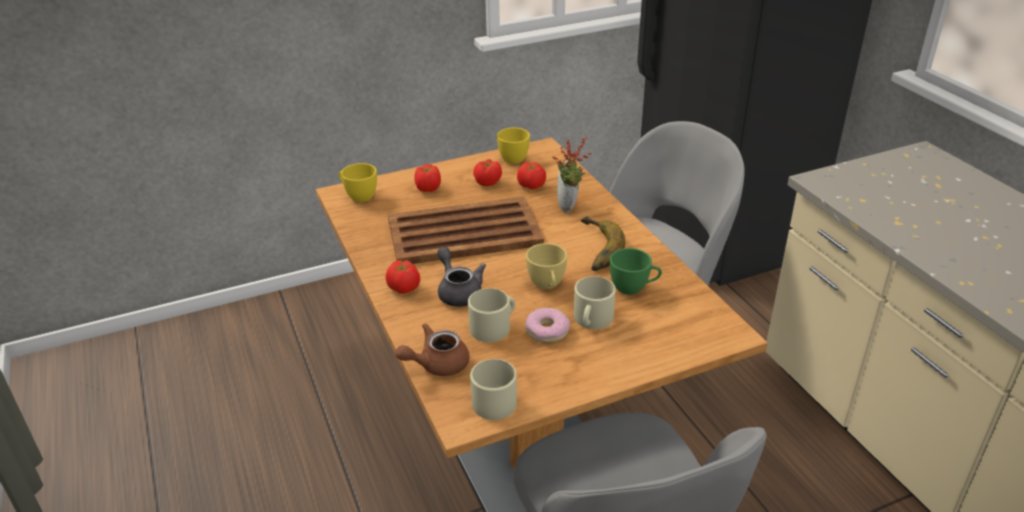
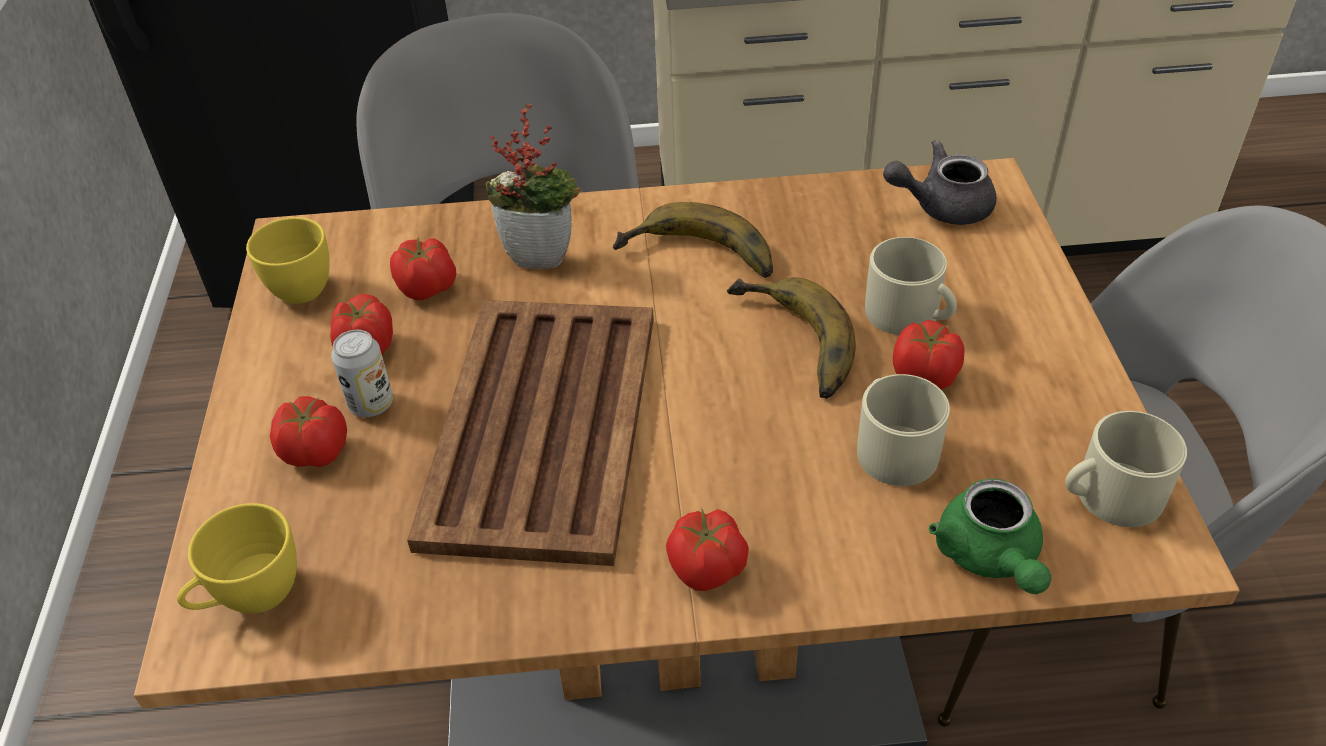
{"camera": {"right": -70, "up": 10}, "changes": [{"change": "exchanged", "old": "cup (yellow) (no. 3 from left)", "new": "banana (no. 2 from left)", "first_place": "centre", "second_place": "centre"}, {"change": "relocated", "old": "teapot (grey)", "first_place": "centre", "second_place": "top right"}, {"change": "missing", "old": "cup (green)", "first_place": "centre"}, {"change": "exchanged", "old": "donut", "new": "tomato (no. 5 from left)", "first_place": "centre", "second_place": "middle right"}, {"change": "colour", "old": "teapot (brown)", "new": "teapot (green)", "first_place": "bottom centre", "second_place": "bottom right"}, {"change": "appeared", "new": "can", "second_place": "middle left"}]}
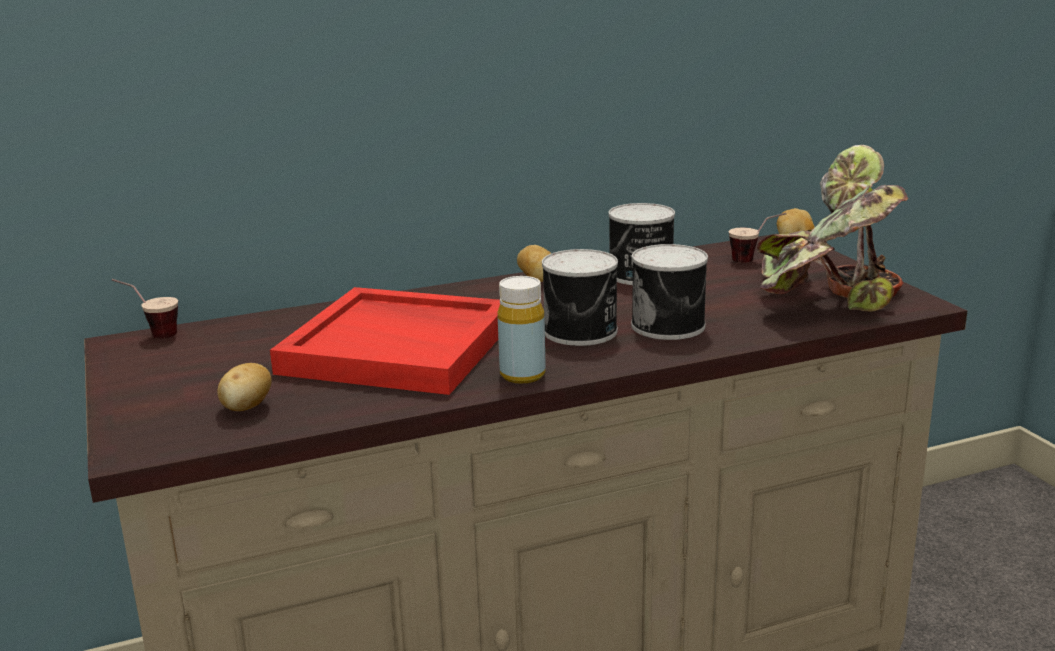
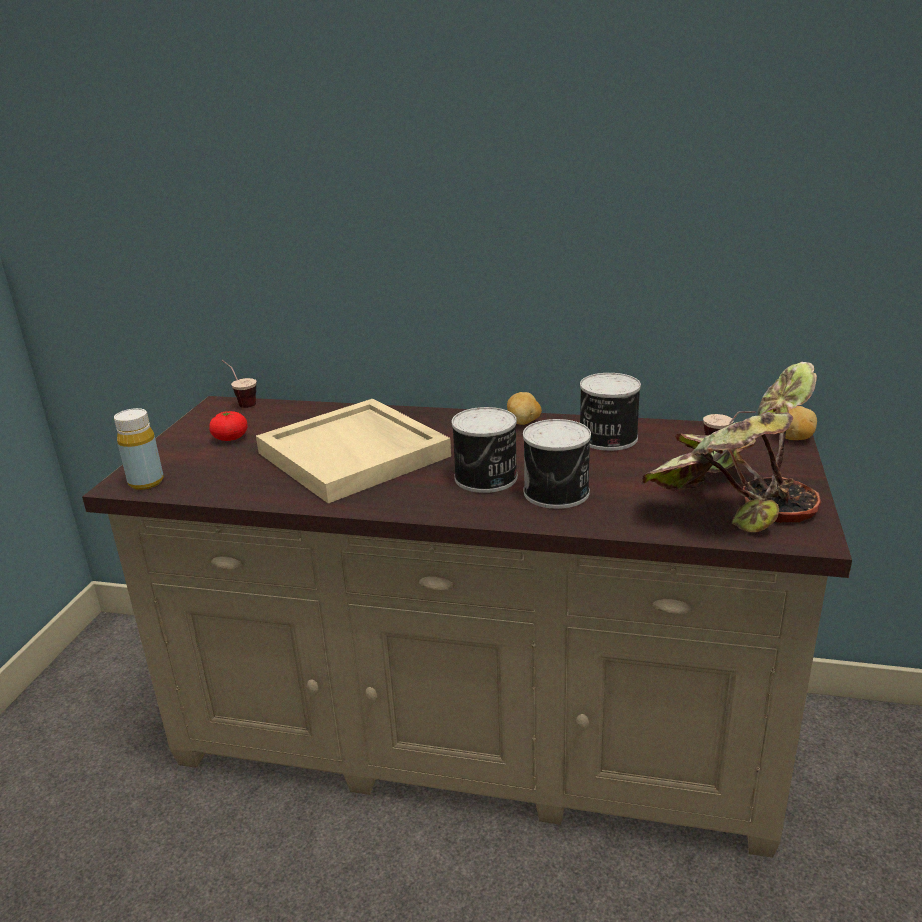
{"camera": {"right": 35, "up": 5}, "changes": [{"change": "relocated", "old": "bottle (yellow)", "first_place": "centre", "second_place": "middle left"}, {"change": "colour", "old": "tray (red)", "new": "tray (beige)", "first_place": "centre", "second_place": "centre"}, {"change": "missing", "old": "potato (no. 1 from left)", "first_place": "middle left"}, {"change": "appeared", "new": "tomato", "second_place": "middle left"}]}
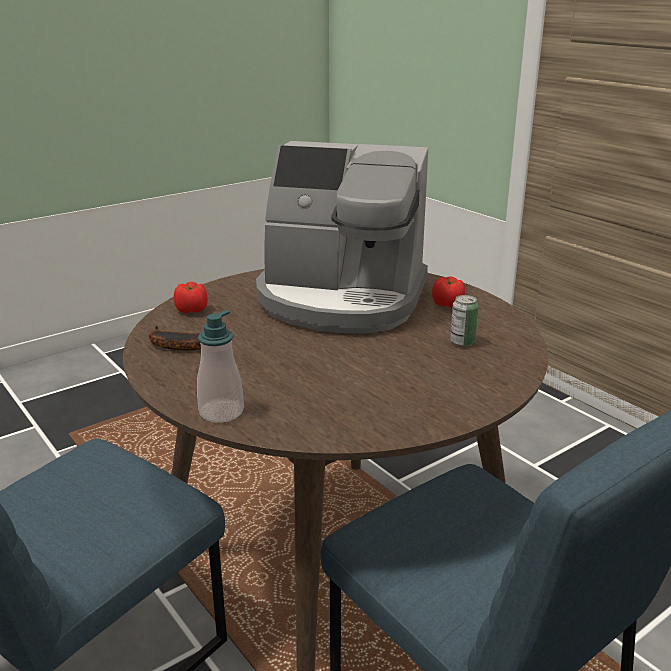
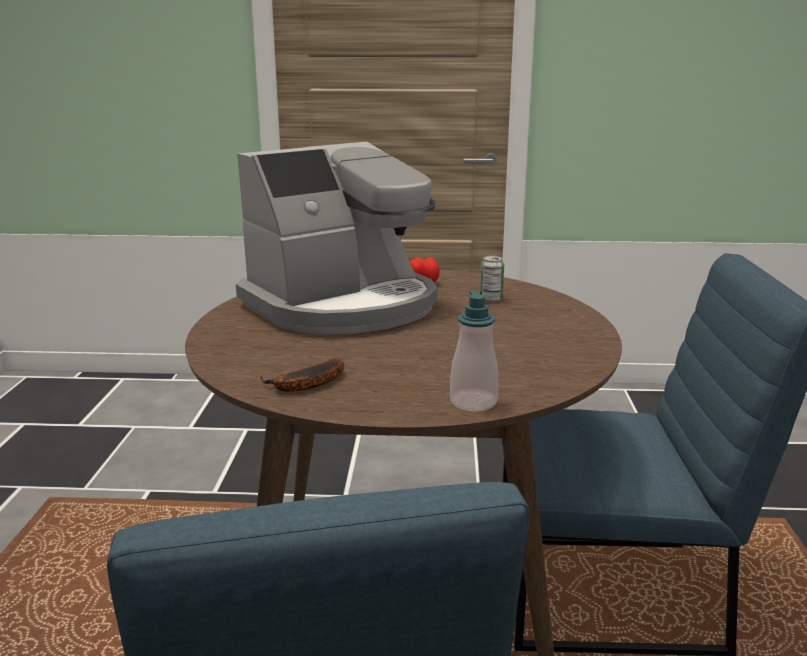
{"camera": {"right": -50, "up": -5}, "changes": [{"change": "missing", "old": "tomato (no. 1 from left)", "first_place": "middle left"}]}
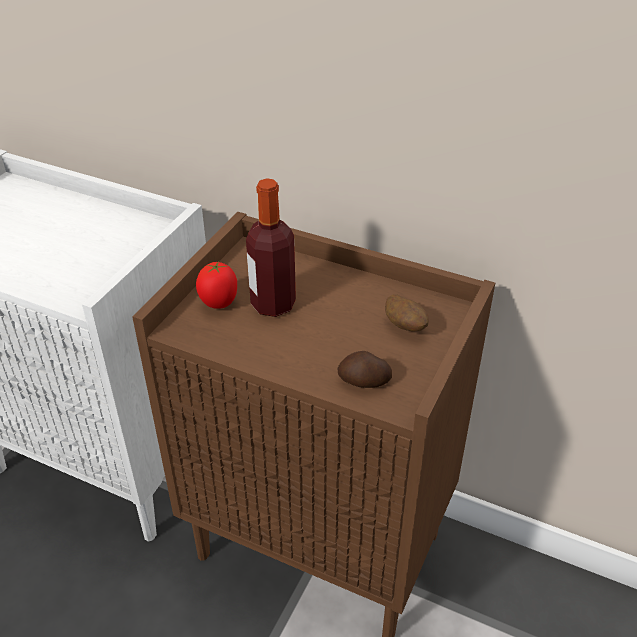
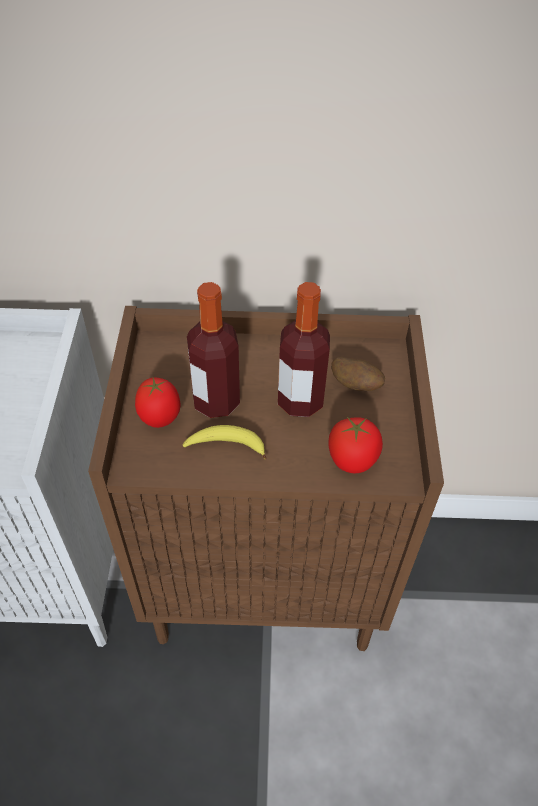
{"camera": {"right": -25, "up": 10}, "changes": [{"change": "exchanged", "old": "potato (no. 1 from left)", "new": "tomato (no. 2 from left)", "first_place": "centre", "second_place": "centre"}, {"change": "appeared", "new": "bottle (no. 2 from left)", "second_place": "centre"}, {"change": "appeared", "new": "banana", "second_place": "centre"}]}
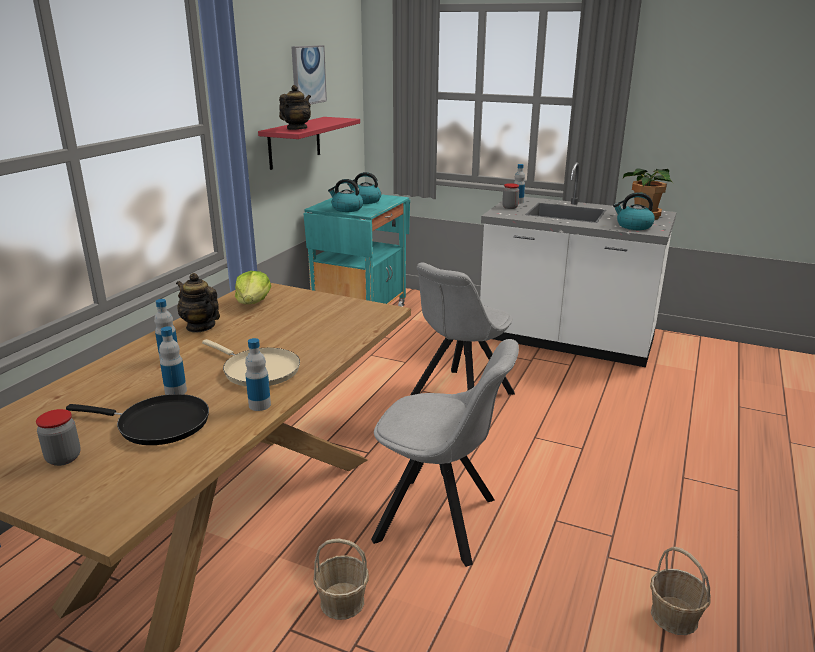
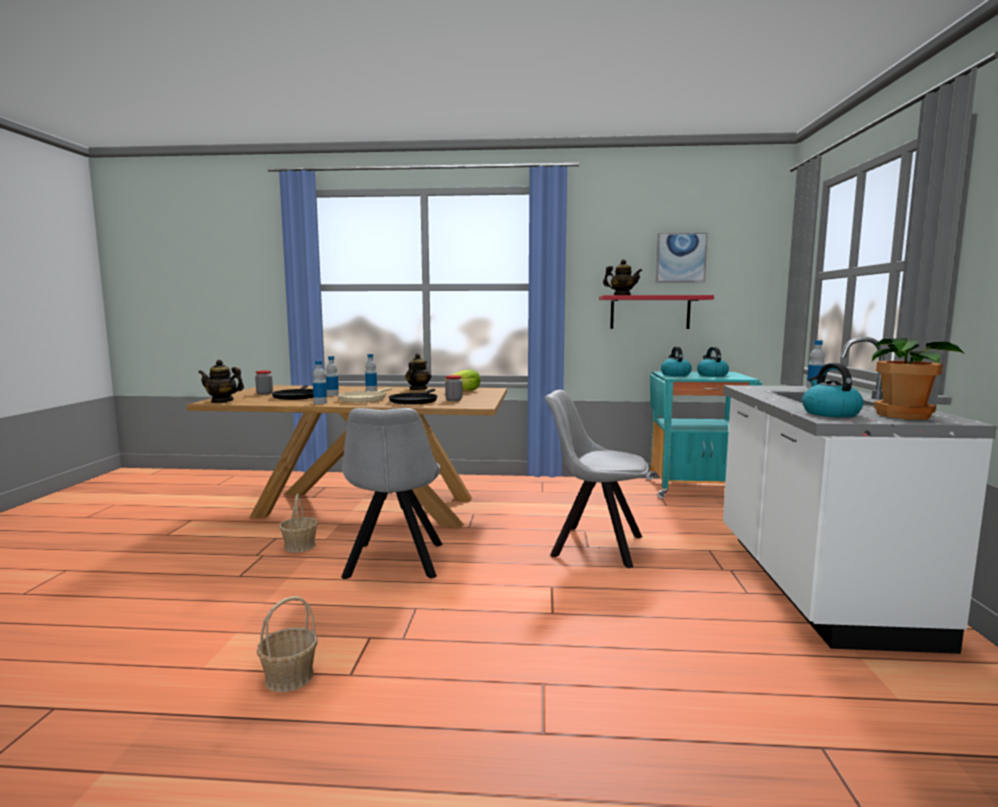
{"camera": {"right": 70, "up": -15}, "changes": [{"change": "relocated", "old": "jar (no. 2 from left)", "first_place": "top centre", "second_place": "centre"}, {"change": "appeared", "new": "teapot (no. 1 from left)", "second_place": "middle left"}, {"change": "appeared", "new": "frying pan (black) (no. 2 from left)", "second_place": "centre"}]}
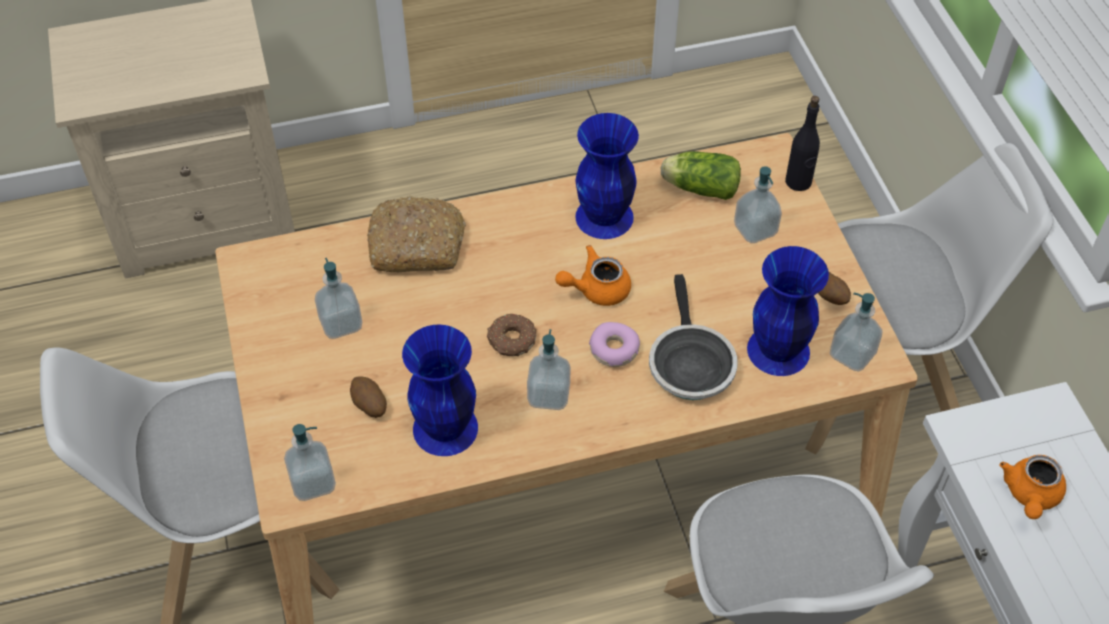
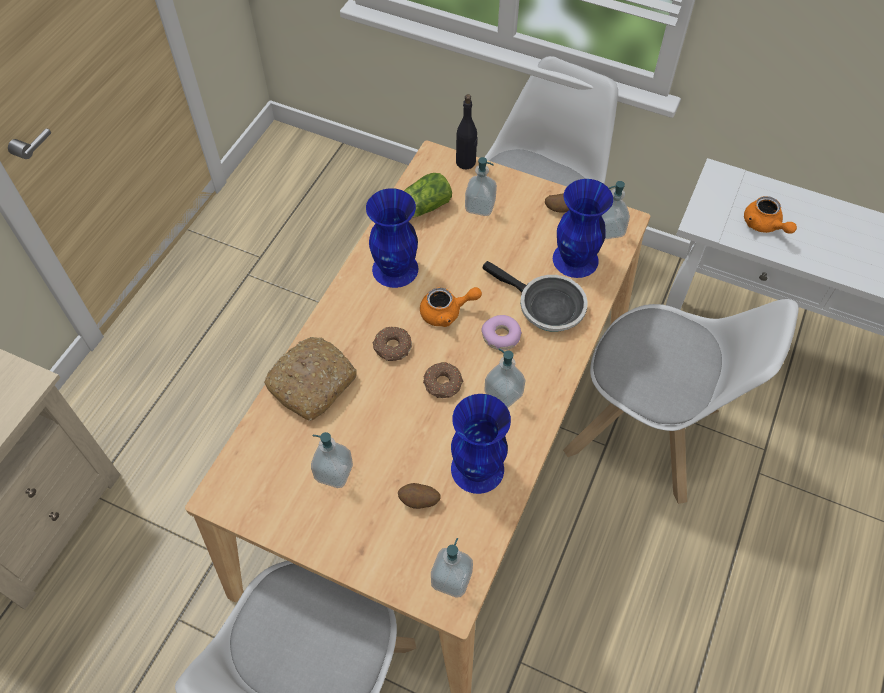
{"camera": {"right": -50, "up": 5}, "changes": [{"change": "spun", "old": "teapot (orange) (no. 1 from left)", "first_place": "centre", "second_place": "centre", "degrees": -120}, {"change": "appeared", "new": "donut (no. 1 from left)", "second_place": "centre"}]}
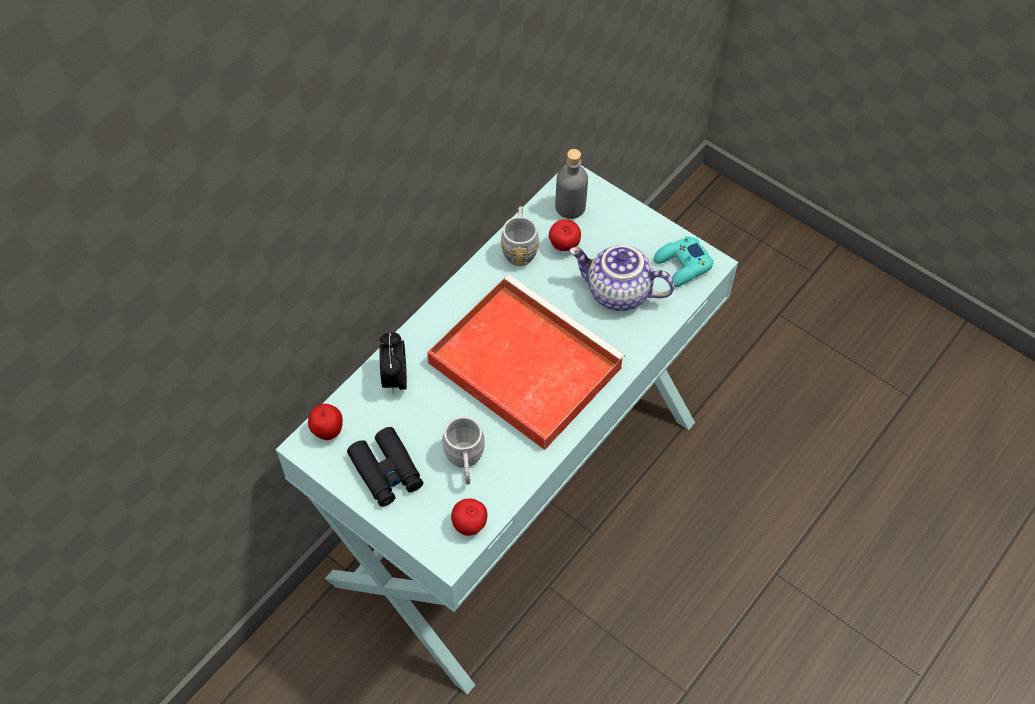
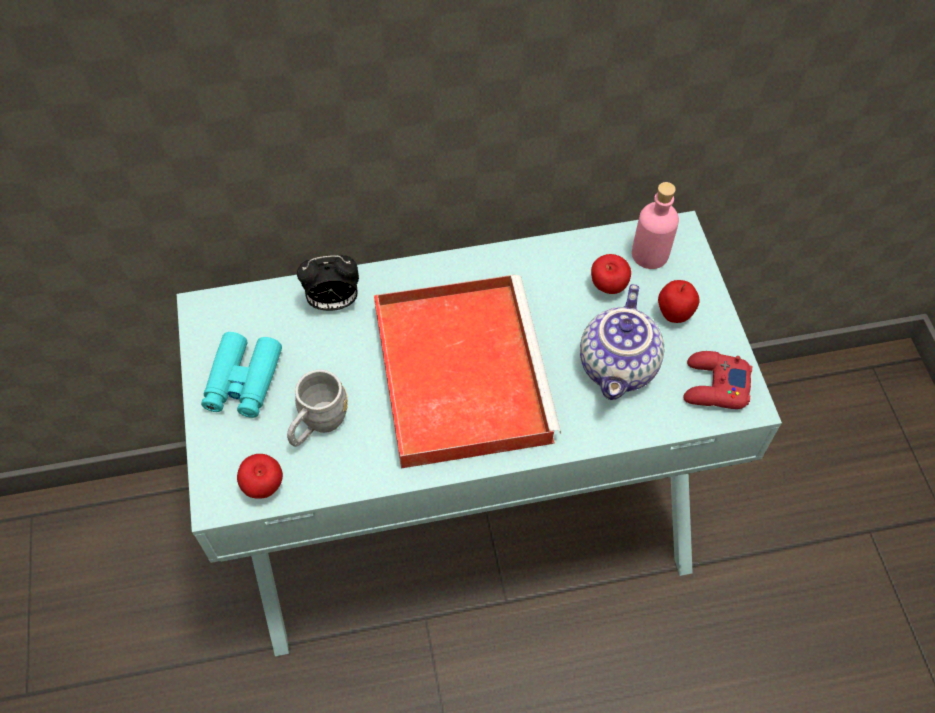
{"camera": {"right": 40, "up": 0}, "changes": [{"change": "colour", "old": "bottle (grey)", "new": "bottle (pink)", "first_place": "top centre", "second_place": "top right"}, {"change": "missing", "old": "mug (grey) (no. 2 from left)", "first_place": "centre"}, {"change": "colour", "old": "game controller (turquoise)", "new": "game controller (red)", "first_place": "centre", "second_place": "middle right"}, {"change": "spun", "old": "teapot", "first_place": "centre", "second_place": "centre", "degrees": -135}, {"change": "spun", "old": "alarm clock", "first_place": "centre", "second_place": "centre", "degrees": -135}, {"change": "relocated", "old": "apple (no. 1 from left in the first image)", "new": "apple (no. 3 from left)", "first_place": "middle left", "second_place": "middle right"}, {"change": "colour", "old": "binoculars (black)", "new": "binoculars (turquoise)", "first_place": "centre", "second_place": "middle left"}]}
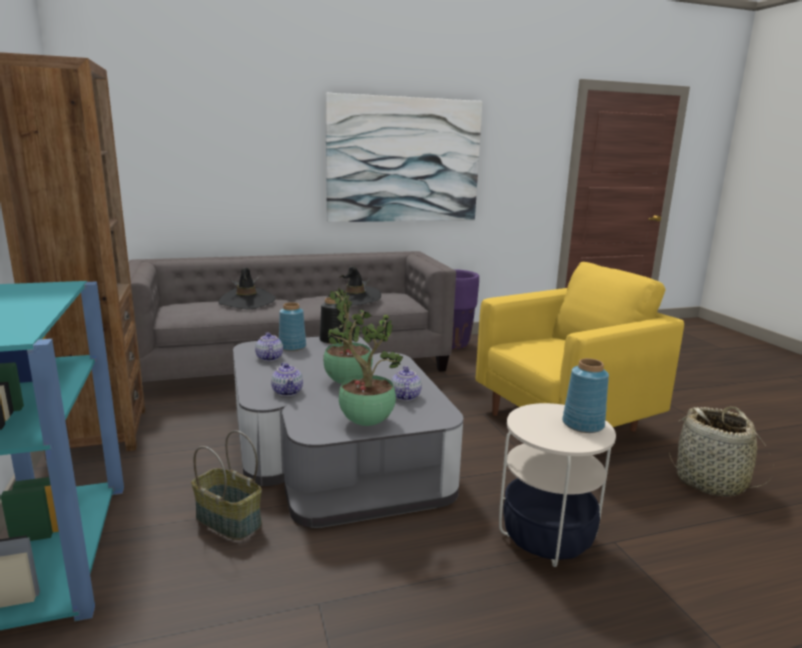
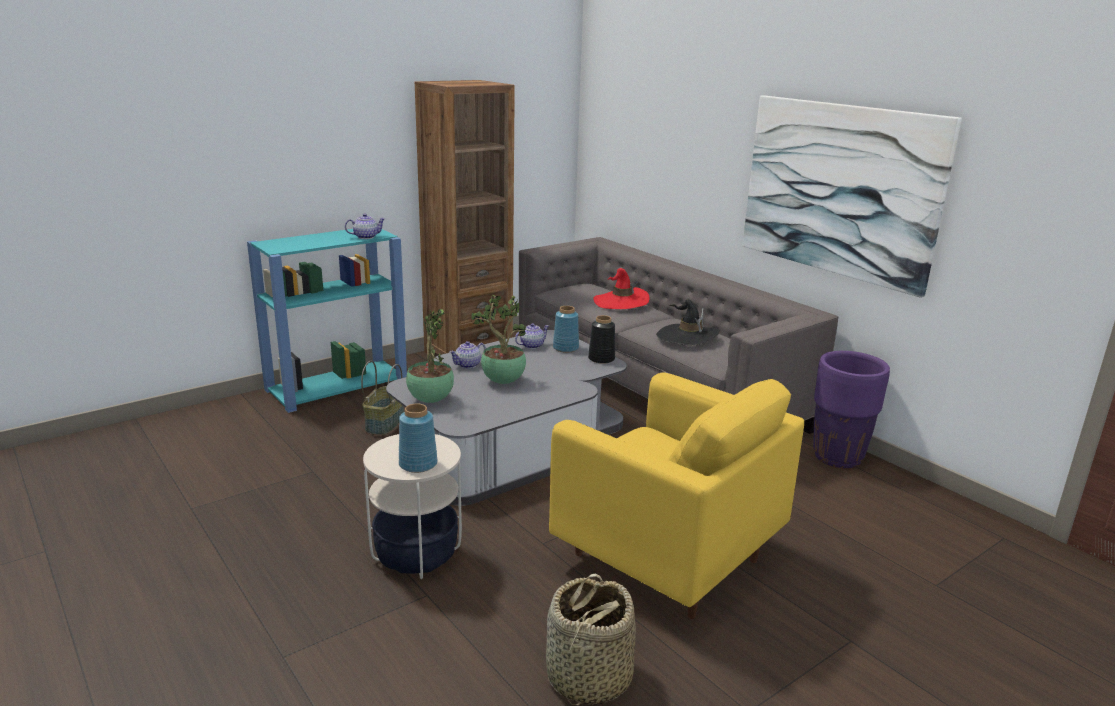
{"camera": {"right": 70, "up": 5}, "changes": [{"change": "colour", "old": "hat (black) (no. 1 from left)", "new": "hat (red)", "first_place": "middle left", "second_place": "centre"}, {"change": "relocated", "old": "teapot (no. 3 from left in the first image)", "new": "teapot (no. 1 from left)", "first_place": "centre", "second_place": "top left"}]}
